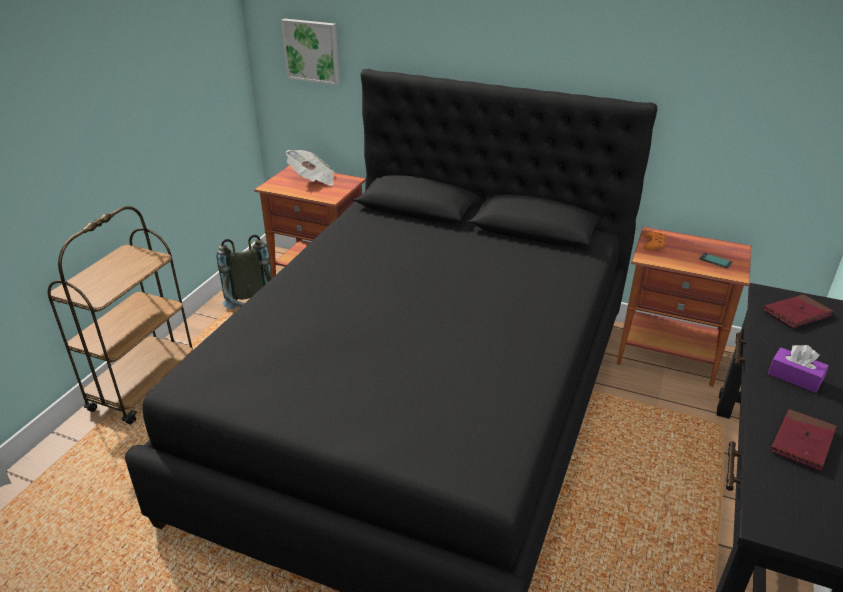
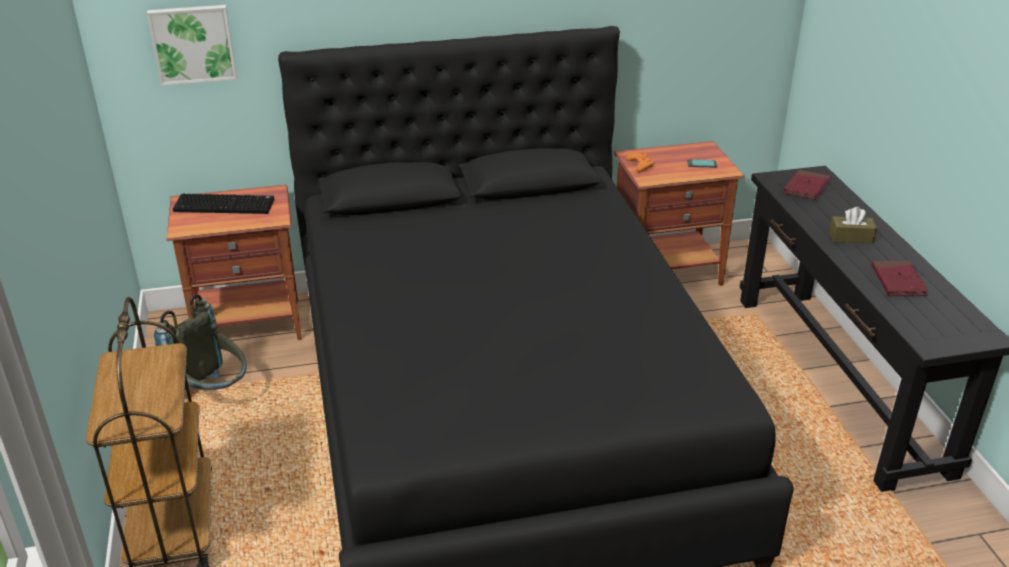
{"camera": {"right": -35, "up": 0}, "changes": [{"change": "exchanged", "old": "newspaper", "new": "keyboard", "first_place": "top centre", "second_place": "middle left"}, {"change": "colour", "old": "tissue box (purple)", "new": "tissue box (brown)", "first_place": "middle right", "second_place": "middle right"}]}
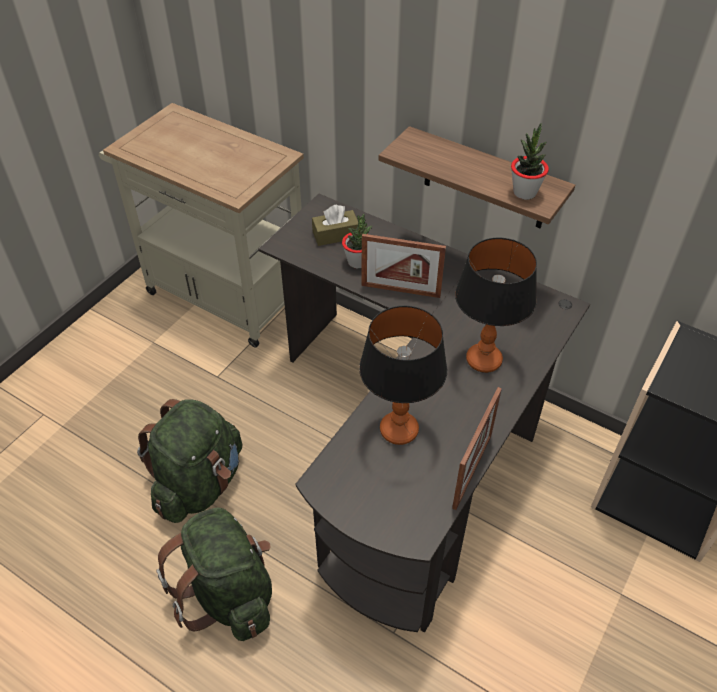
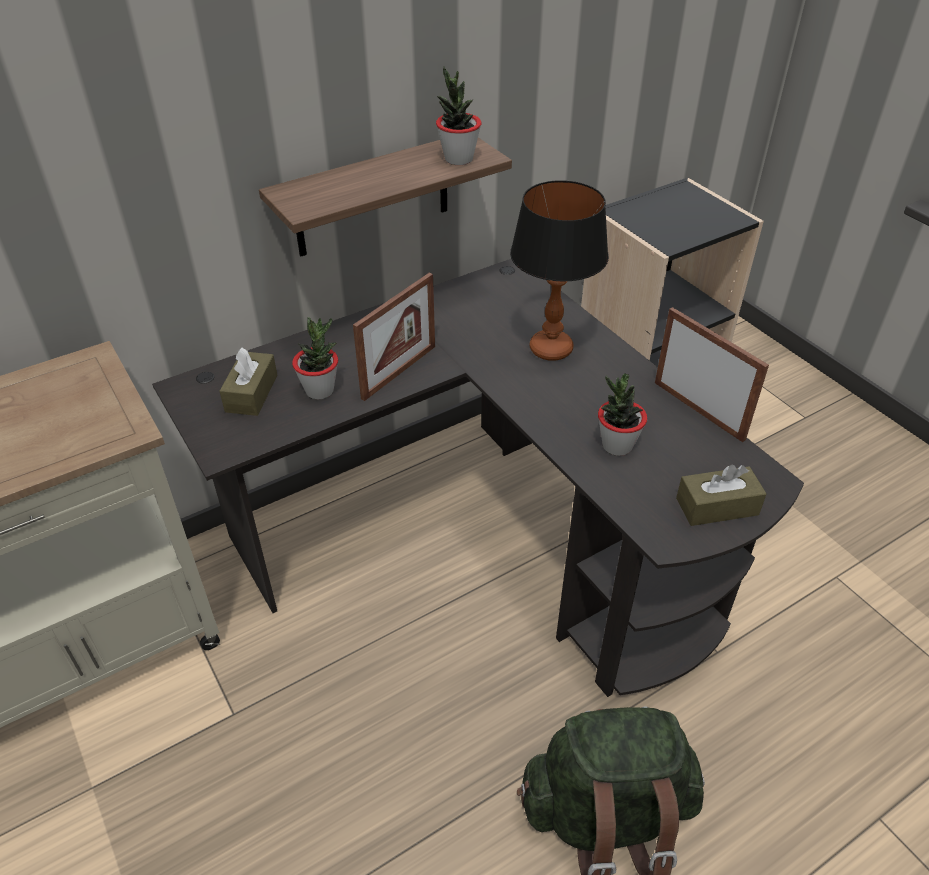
{"camera": {"right": -65, "up": -5}, "changes": [{"change": "exchanged", "old": "table lamp (no. 1 from left)", "new": "potted plant (no. 3 from left)", "first_place": "centre", "second_place": "middle right"}, {"change": "missing", "old": "backpack (green) (no. 1 from left)", "first_place": "middle left"}, {"change": "appeared", "new": "tissue box (brown) (no. 2 from left)", "second_place": "middle right"}]}
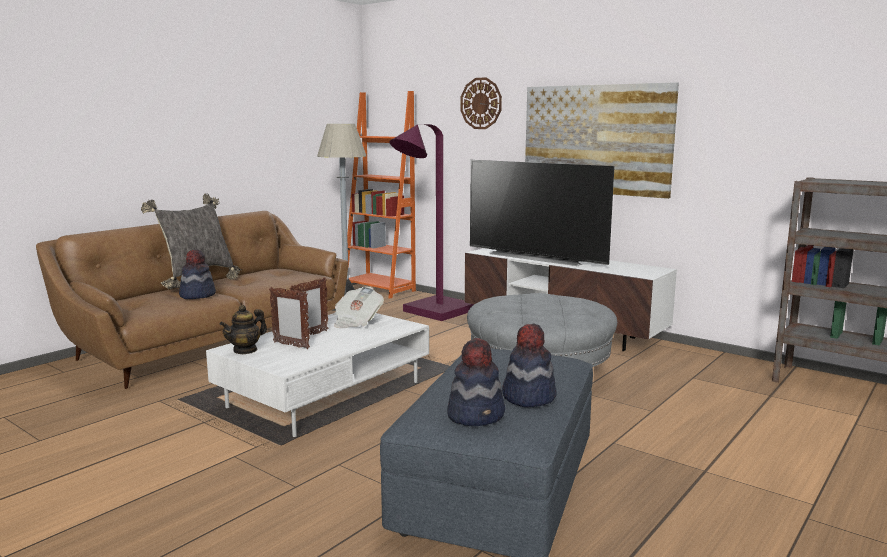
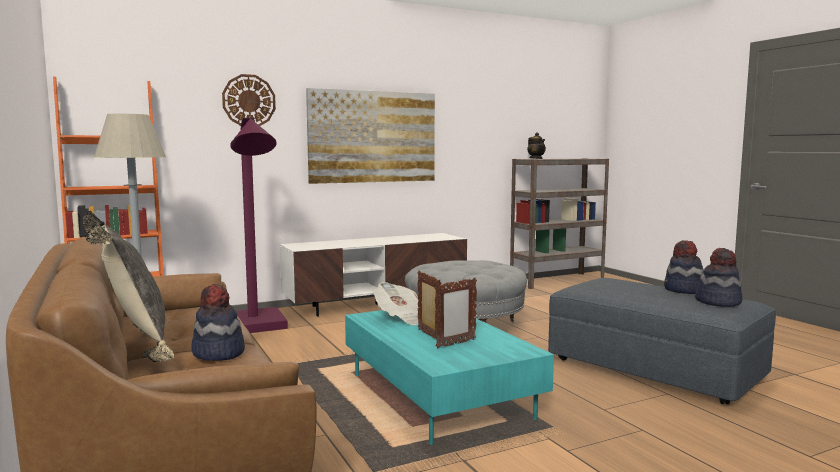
{"camera": {"right": -65, "up": -5}, "changes": [{"change": "missing", "old": "television", "first_place": "centre"}, {"change": "relocated", "old": "teapot", "first_place": "middle left", "second_place": "top centre"}, {"change": "colour", "old": "coffee table (white)", "new": "coffee table (turquoise)", "first_place": "bottom centre", "second_place": "bottom centre"}]}
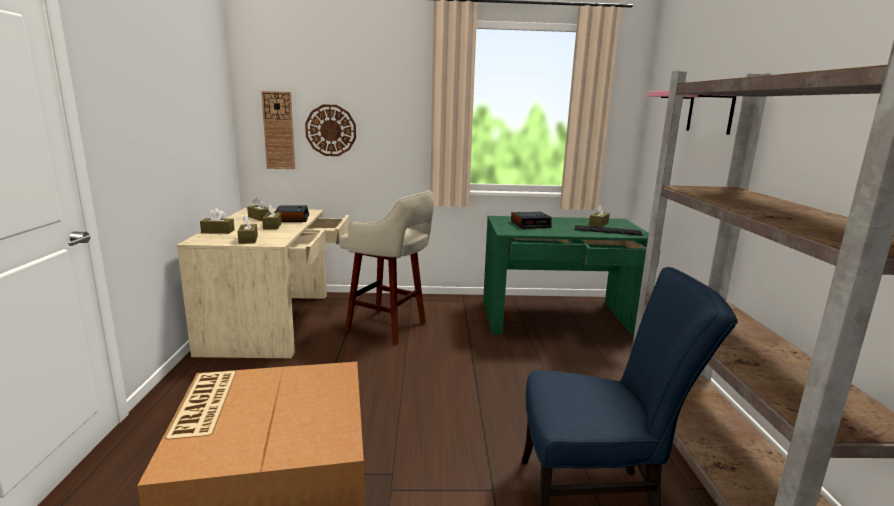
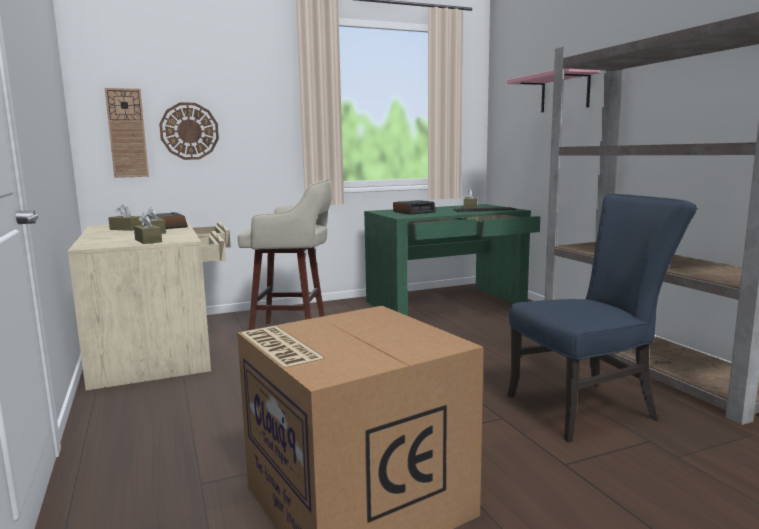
{"camera": {"right": -20, "up": -5}, "changes": [{"change": "missing", "old": "tissue box (brown) (no. 1 from left)", "first_place": "middle left"}]}
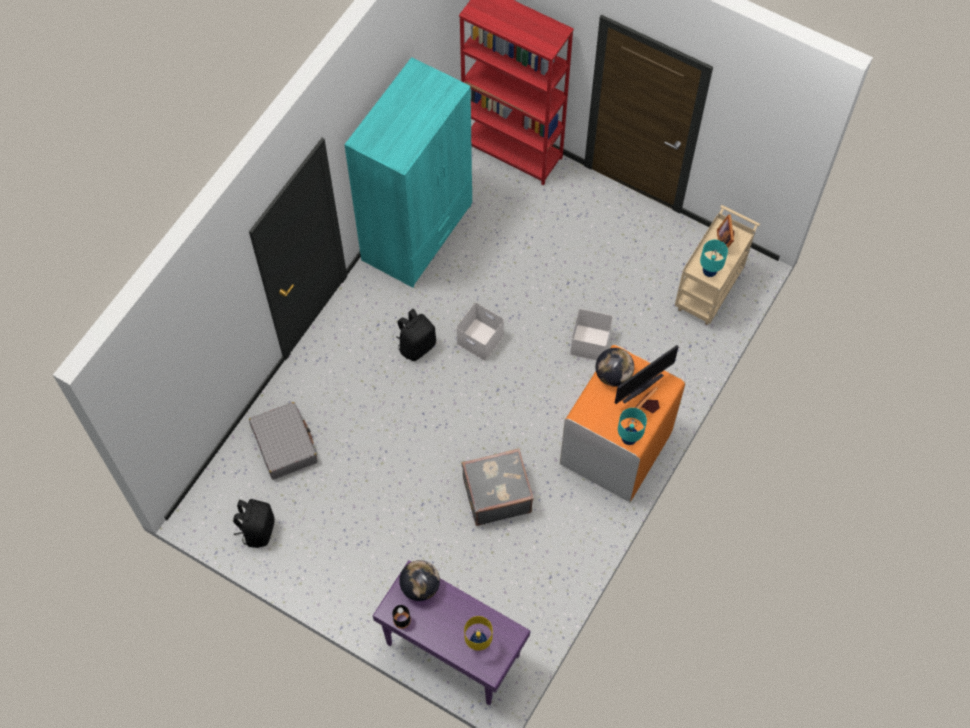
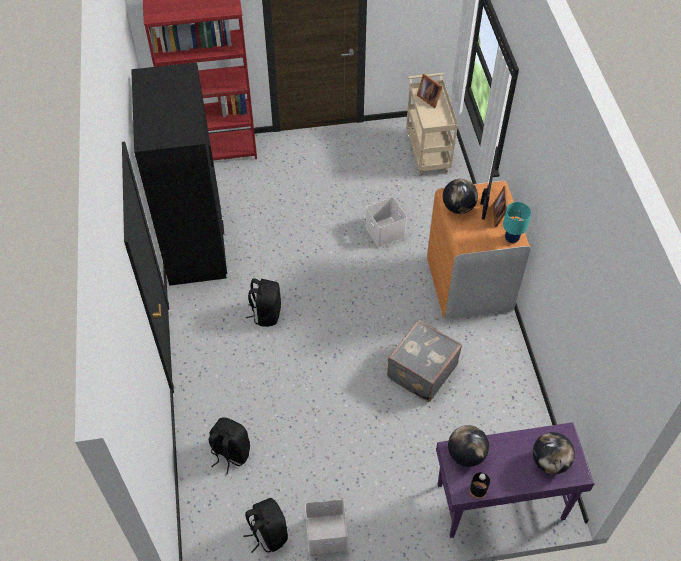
{"camera": {"right": -40, "up": -10}, "changes": [{"change": "colour", "old": "wardrobe (turquoise)", "new": "wardrobe (black)", "first_place": "top centre", "second_place": "top left"}, {"change": "missing", "old": "table lamp (turquoise) (no. 2 from left)", "first_place": "middle right"}, {"change": "relocated", "old": "storage box (white) (no. 1 from left)", "first_place": "centre", "second_place": "bottom centre"}, {"change": "exchanged", "old": "suitcase (grey) (no. 1 from left)", "new": "backpack (black) (no. 1 from left)", "first_place": "middle left", "second_place": "bottom centre"}, {"change": "exchanged", "old": "table lamp (yellow)", "new": "globe (no. 3 from left)", "first_place": "bottom centre", "second_place": "bottom right"}]}
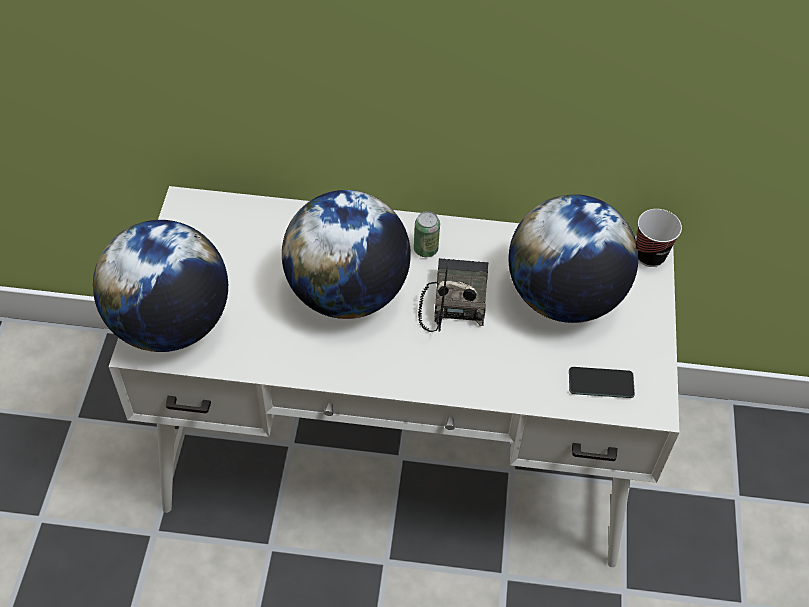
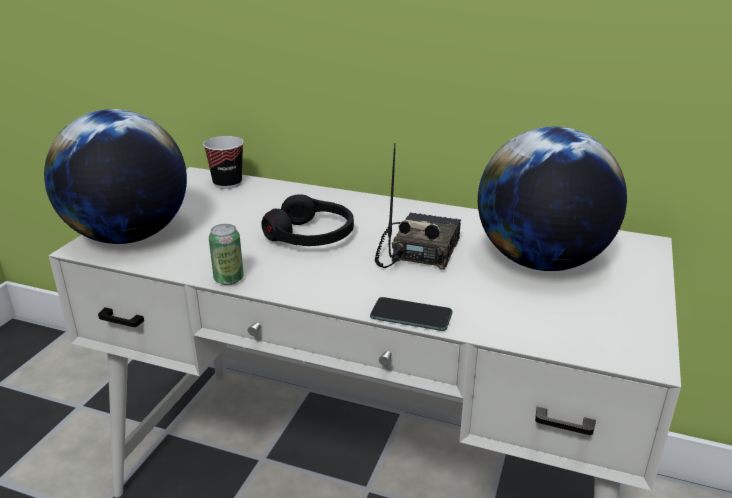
{"camera": {"right": 15, "up": -25}, "changes": [{"change": "exchanged", "old": "globe (no. 2 from left)", "new": "headphones (black)", "first_place": "centre", "second_place": "centre"}, {"change": "relocated", "old": "cup", "first_place": "middle right", "second_place": "top left"}, {"change": "relocated", "old": "can", "first_place": "centre", "second_place": "middle left"}, {"change": "relocated", "old": "phone", "first_place": "middle right", "second_place": "centre"}]}
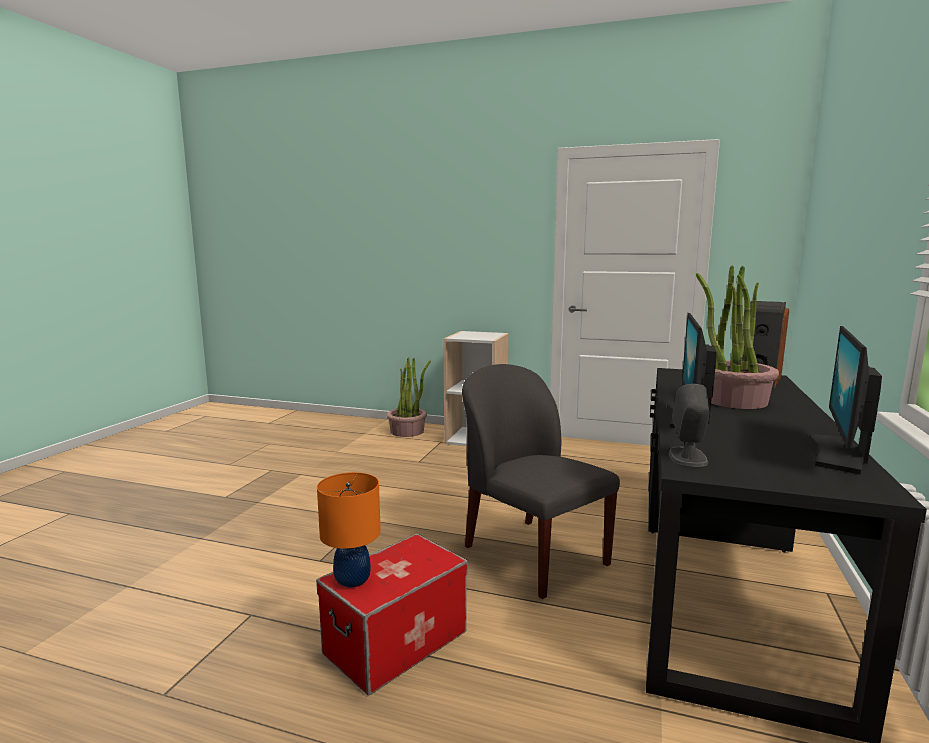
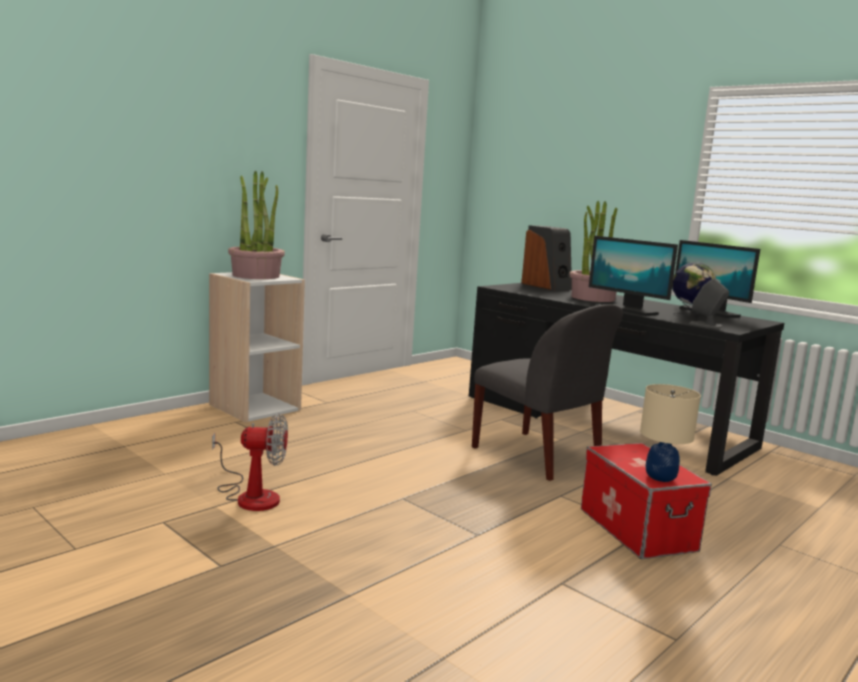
{"camera": {"right": -65, "up": 0}, "changes": [{"change": "relocated", "old": "potted plant (no. 1 from left)", "first_place": "centre", "second_place": "top left"}, {"change": "spun", "old": "chair (grey)", "first_place": "centre", "second_place": "centre", "degrees": -120}, {"change": "colour", "old": "table lamp (orange)", "new": "table lamp (beige)", "first_place": "bottom centre", "second_place": "middle right"}, {"change": "appeared", "new": "globe", "second_place": "middle right"}, {"change": "appeared", "new": "fan", "second_place": "bottom left"}]}
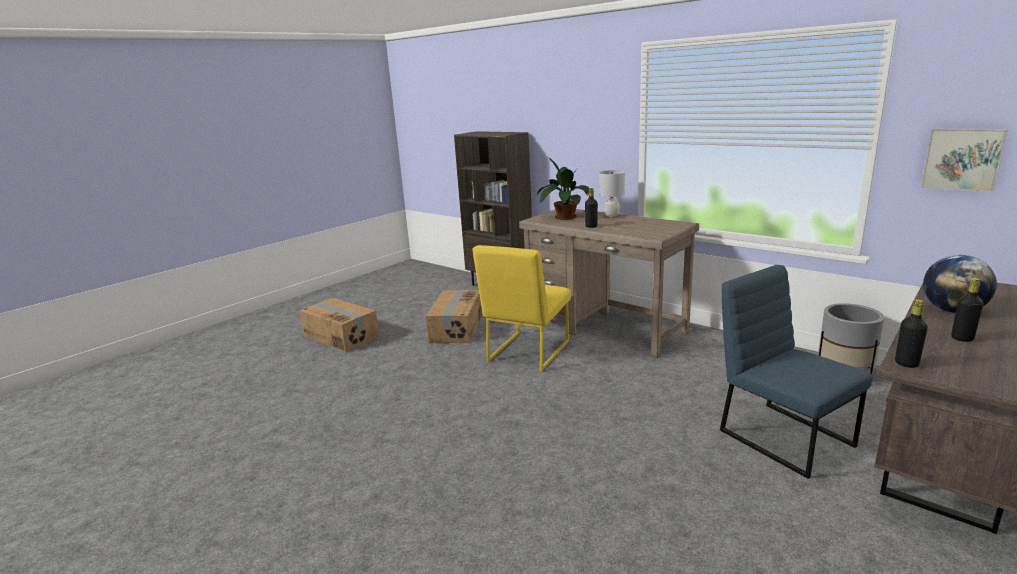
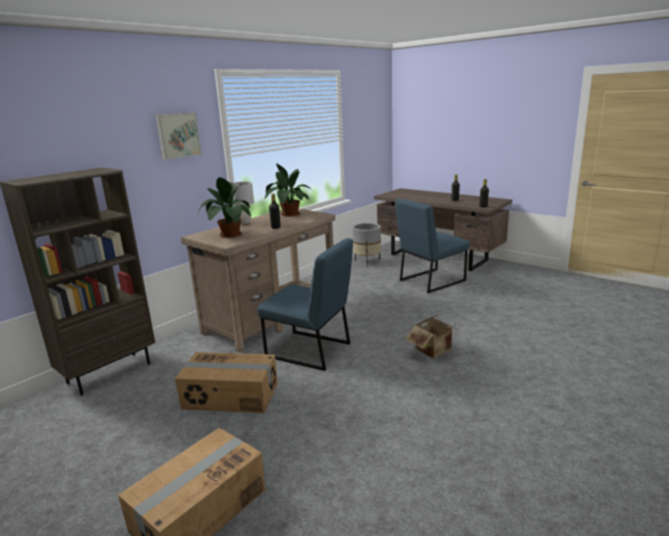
{"camera": {"right": -90, "up": 0}, "changes": [{"change": "relocated", "old": "picture", "first_place": "top right", "second_place": "top left"}, {"change": "colour", "old": "chair (yellow)", "new": "chair (blue) (no. 1 from left)", "first_place": "centre", "second_place": "centre"}, {"change": "missing", "old": "globe", "first_place": "middle right"}, {"change": "appeared", "new": "potted plant (no. 2 from left)", "second_place": "centre"}, {"change": "appeared", "new": "cardboard box (no. 3 from left)", "second_place": "centre"}]}
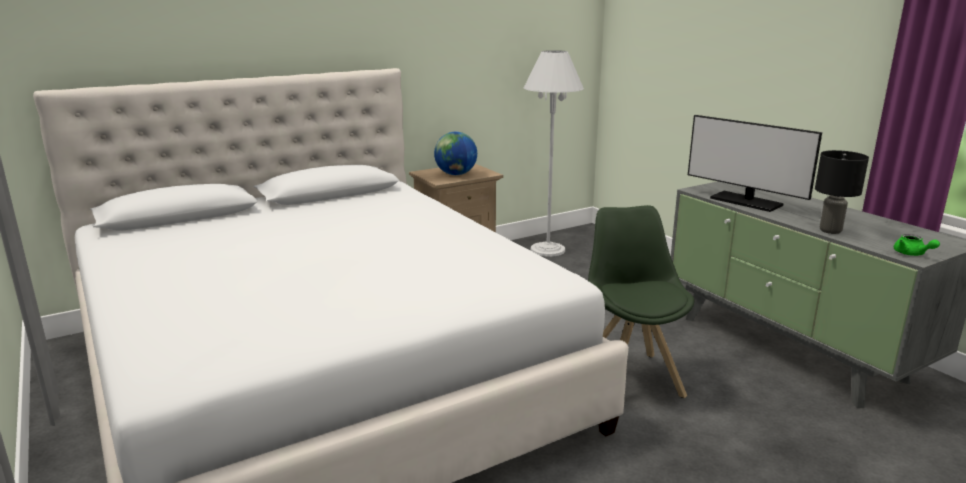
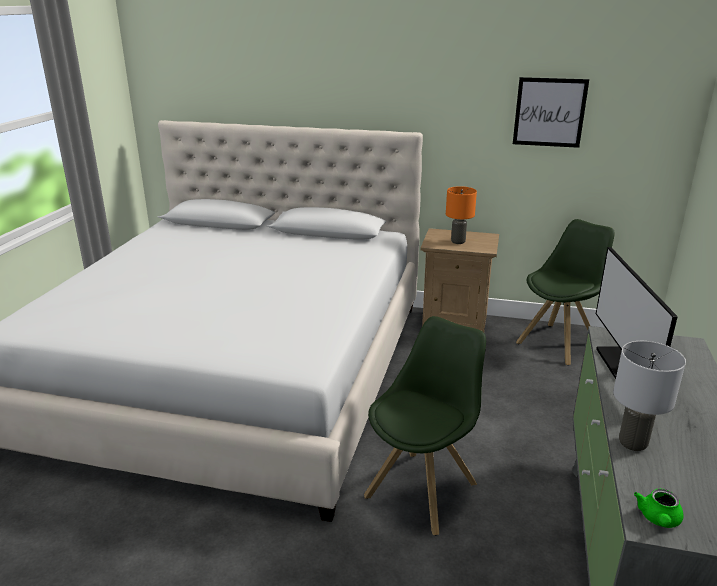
{"camera": {"right": 45, "up": 5}, "changes": [{"change": "exchanged", "old": "floor lamp (white)", "new": "chair (green) (no. 2 from left)", "first_place": "top centre", "second_place": "middle right"}, {"change": "exchanged", "old": "globe", "new": "table lamp (orange)", "first_place": "top centre", "second_place": "centre"}, {"change": "colour", "old": "table lamp (black)", "new": "table lamp (white)", "first_place": "middle right", "second_place": "bottom right"}, {"change": "appeared", "new": "picture", "second_place": "top right"}]}
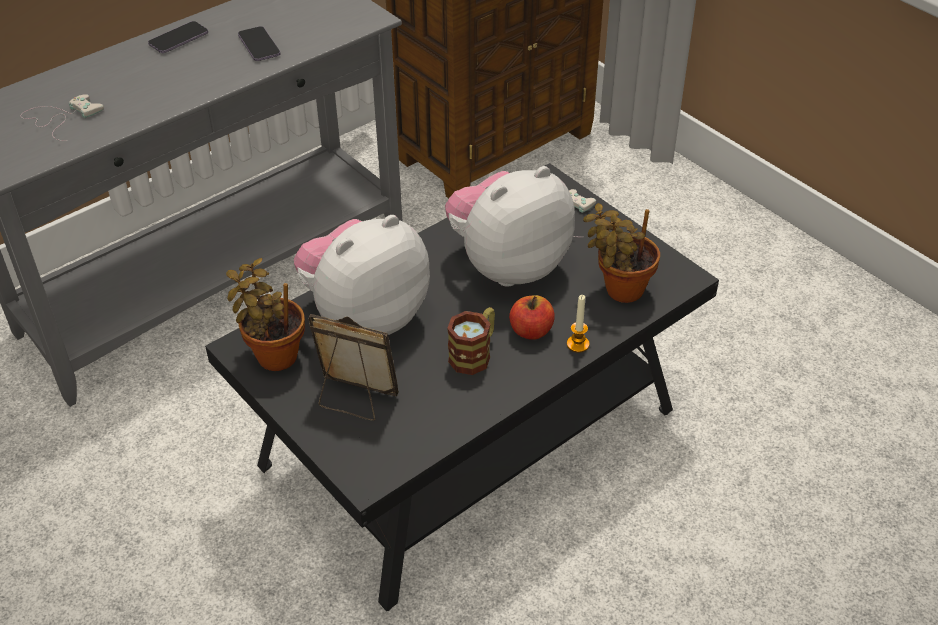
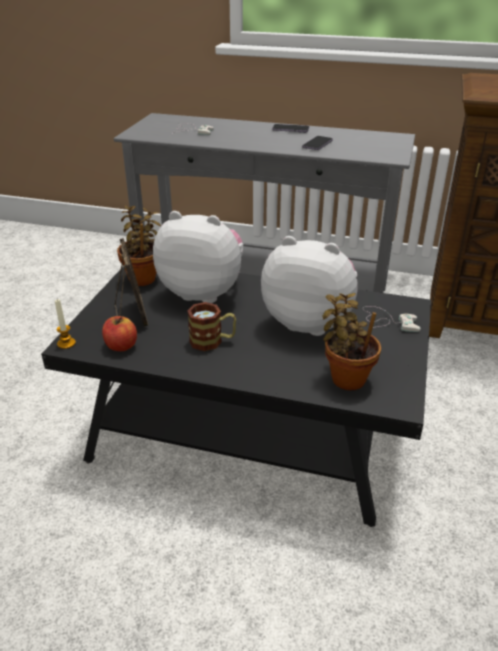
{"camera": {"right": 55, "up": -10}, "changes": [{"change": "relocated", "old": "apple", "first_place": "centre", "second_place": "middle left"}, {"change": "relocated", "old": "candle", "first_place": "centre", "second_place": "middle left"}]}
